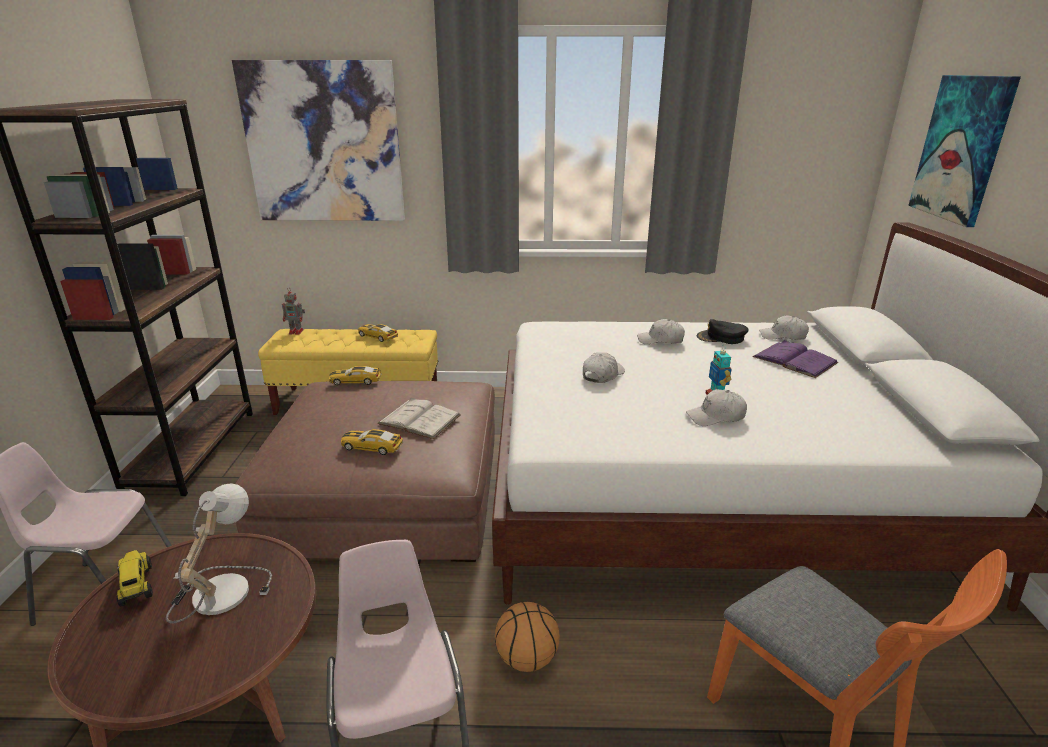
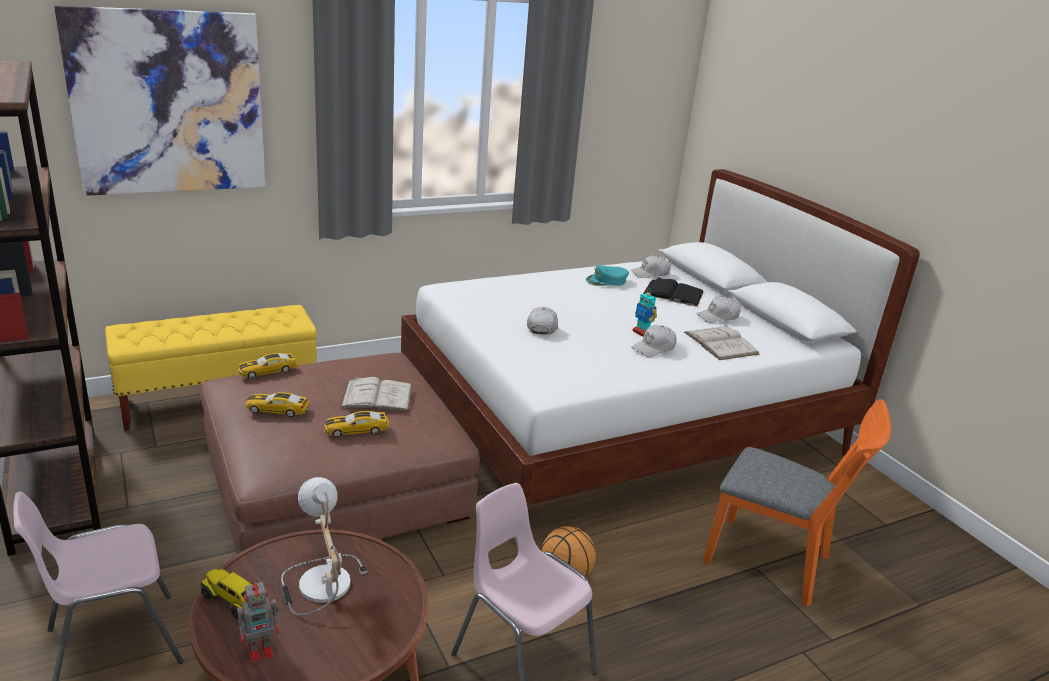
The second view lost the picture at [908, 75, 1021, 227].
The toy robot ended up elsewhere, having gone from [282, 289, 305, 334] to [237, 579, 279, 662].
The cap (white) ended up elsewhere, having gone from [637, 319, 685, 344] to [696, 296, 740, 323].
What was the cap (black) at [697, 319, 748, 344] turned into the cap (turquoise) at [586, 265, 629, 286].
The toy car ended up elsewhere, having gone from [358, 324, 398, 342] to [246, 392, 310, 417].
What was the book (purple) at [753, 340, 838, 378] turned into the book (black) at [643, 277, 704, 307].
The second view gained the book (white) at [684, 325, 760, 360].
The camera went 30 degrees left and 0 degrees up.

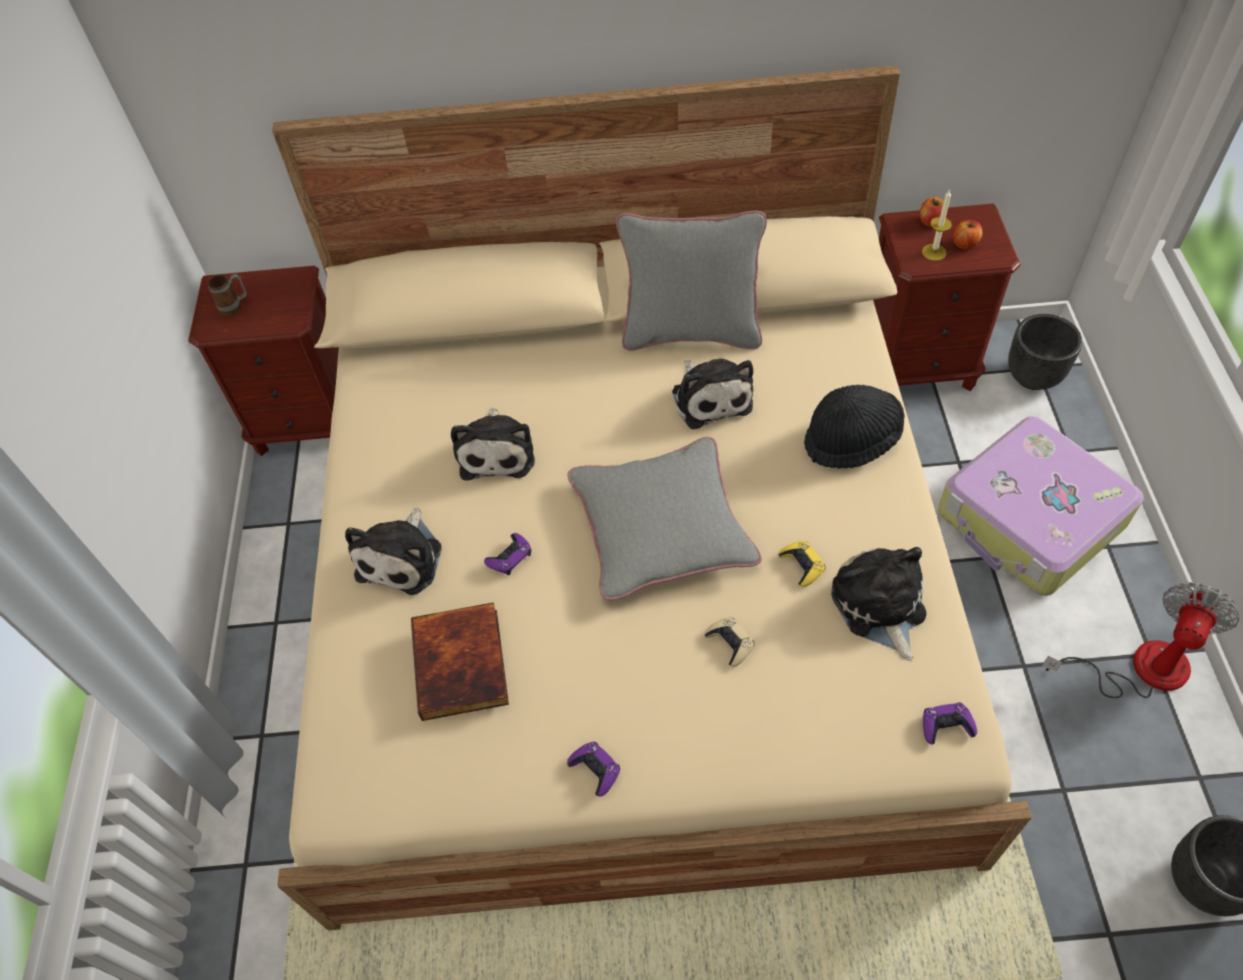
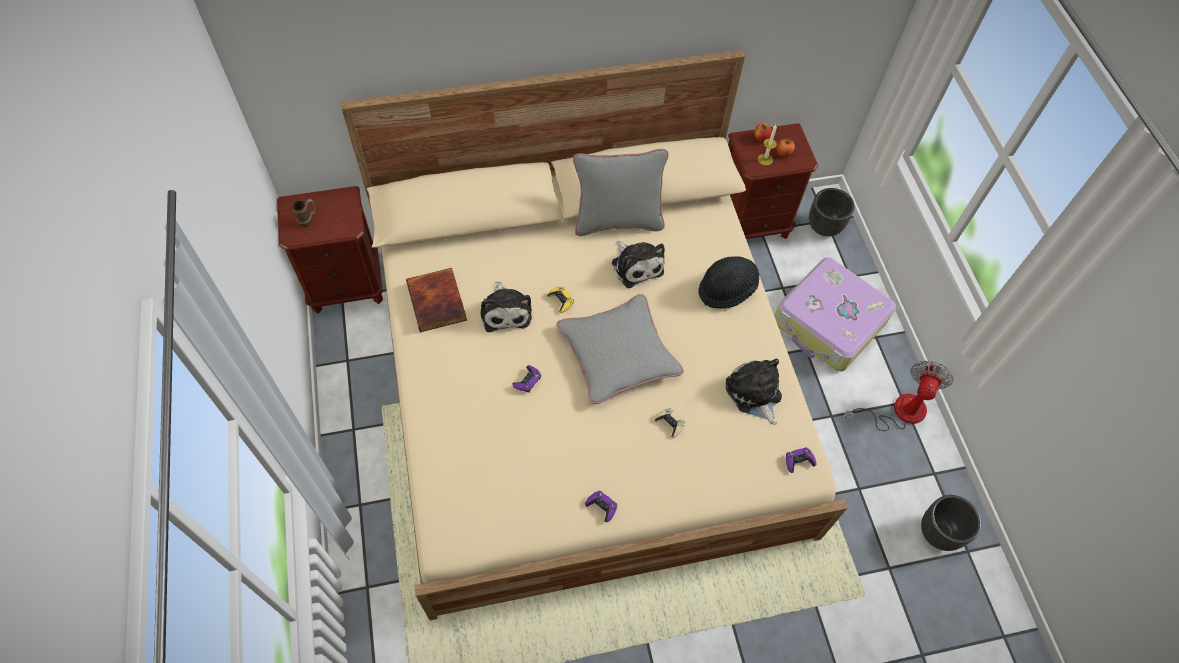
The second view lost the plush toy at [345, 507, 442, 595].
The game controller (yellow) ended up elsewhere, having gone from [779, 541, 825, 587] to [547, 286, 574, 313].
The book ended up elsewhere, having gone from [411, 602, 509, 721] to [406, 268, 467, 332].
The camera went 15 degrees left and 5 degrees up.

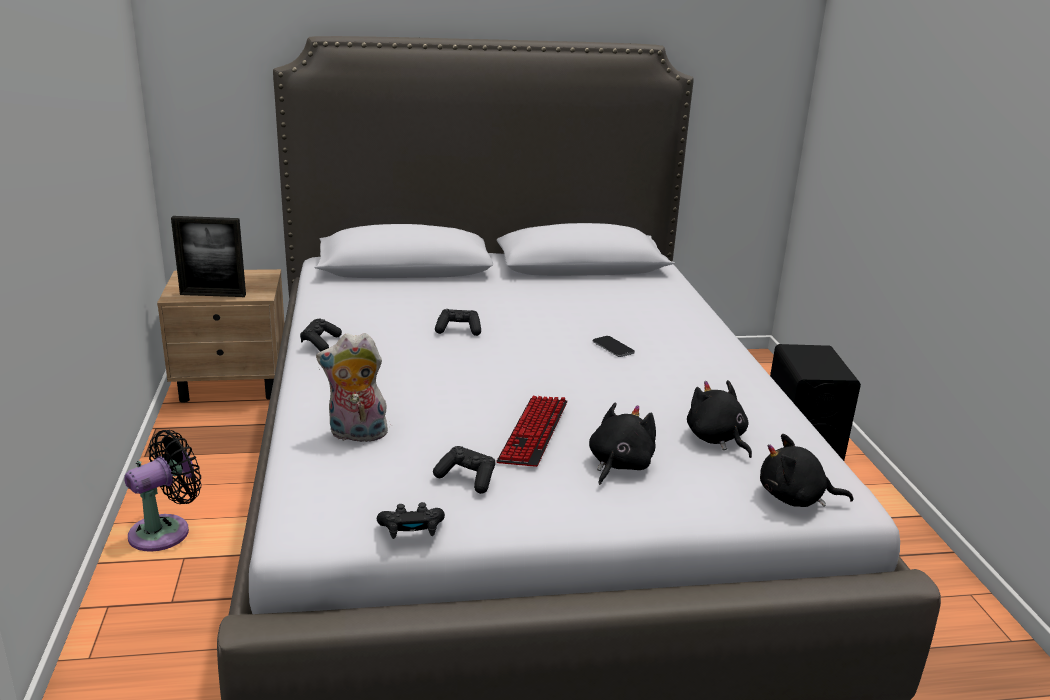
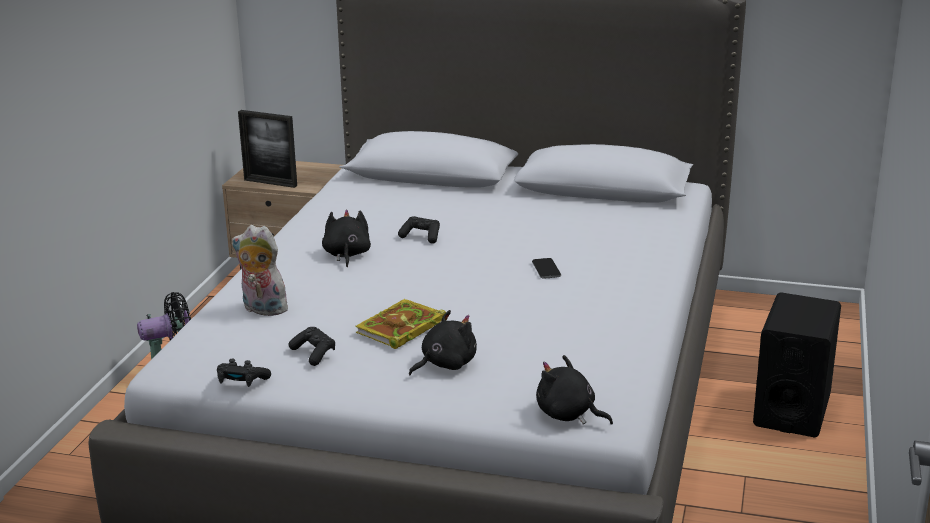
The second view lost the game controller (black) at [300, 318, 342, 352].
The plush toy (black) ended up elsewhere, having gone from [687, 380, 752, 458] to [322, 209, 371, 267].
Where the keyboard stood at [496, 396, 567, 467], the book came to stand at [356, 299, 446, 349].
The camera went 25 degrees right and 0 degrees up.

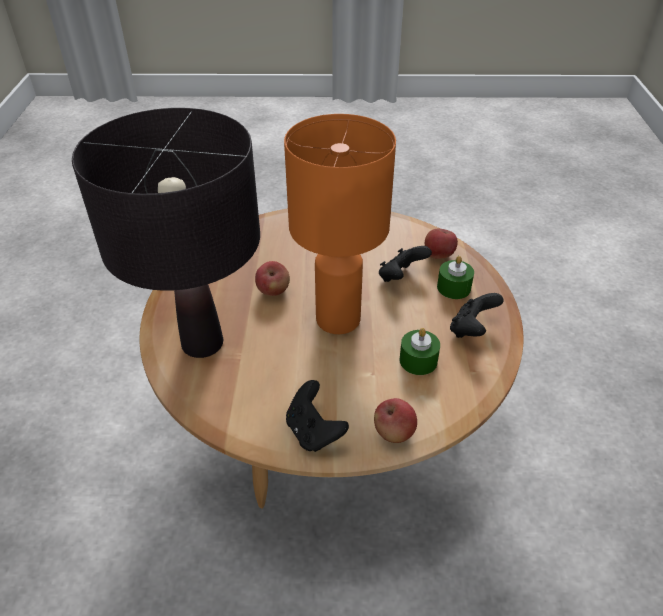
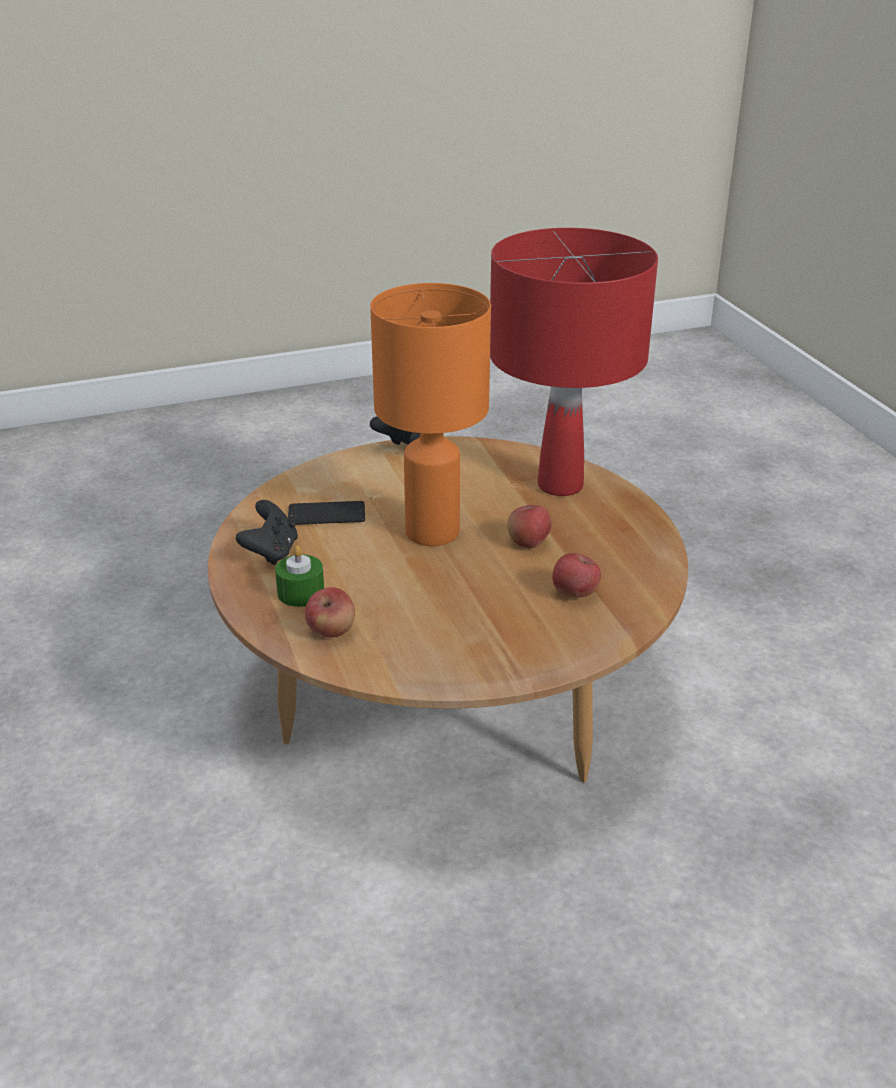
What was the table lamp (black) at [72, 108, 260, 358] turned into the table lamp (red) at [490, 228, 658, 496].
The second view lost the game controller (black) at [379, 246, 432, 282].
Where the candle (green) stood at [399, 328, 440, 375], the phone came to stand at [288, 501, 365, 525].
The apple ended up elsewhere, having gone from [374, 398, 417, 443] to [552, 553, 601, 598].
The camera went 160 degrees right and 10 degrees down.

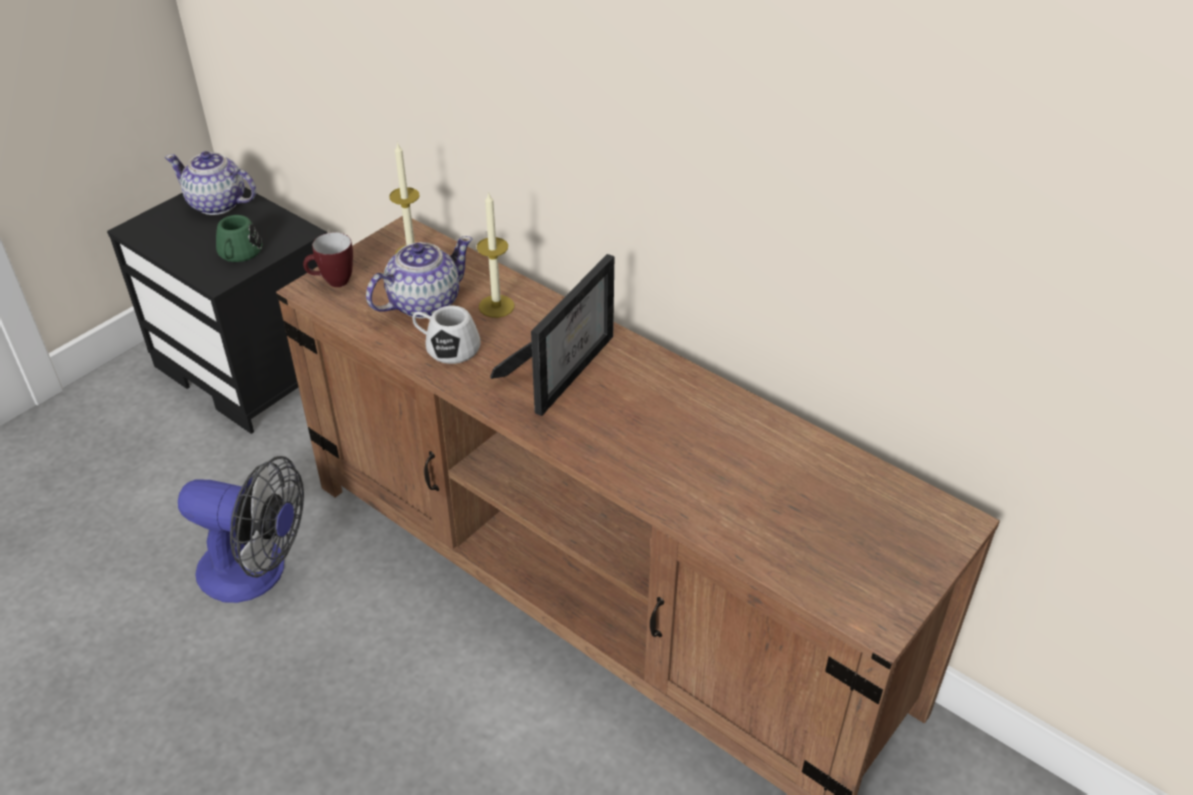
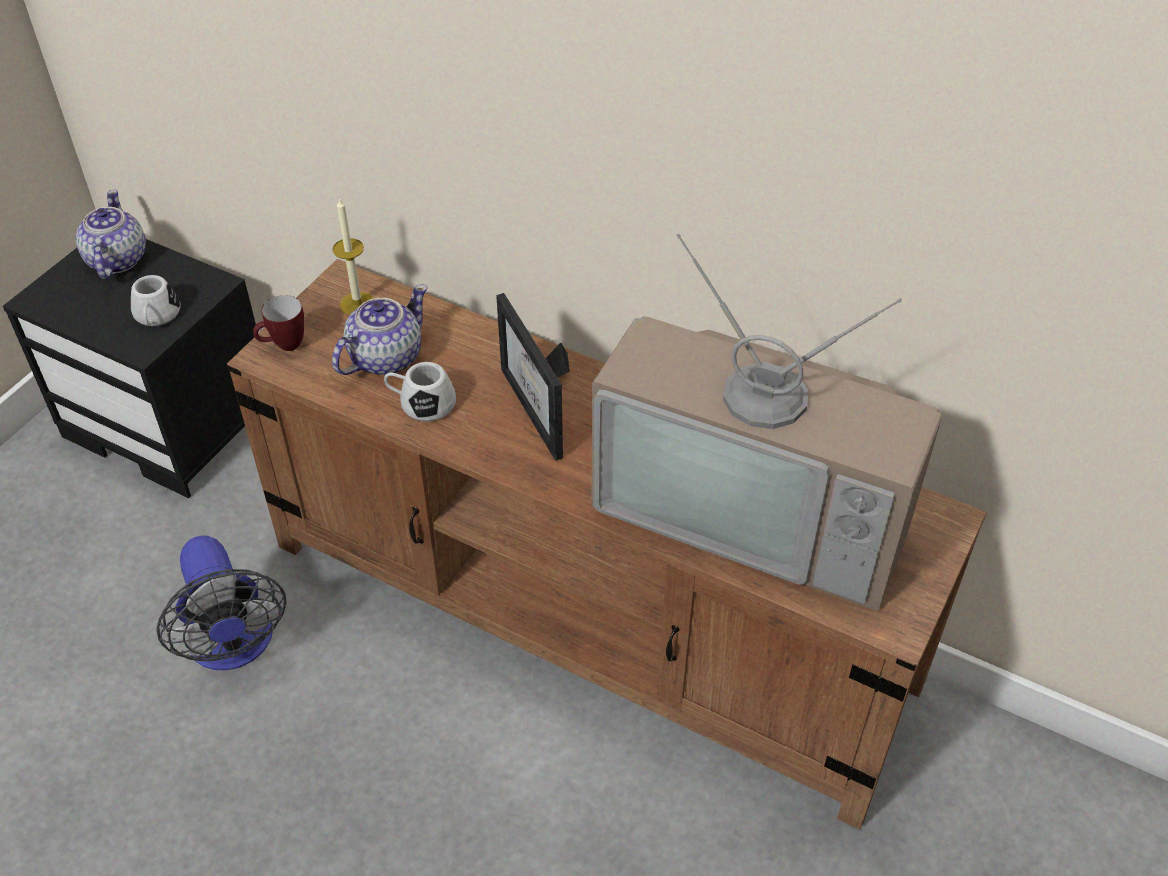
The teapot at [165, 151, 256, 215] ended up facing another way, 75 degrees clockwise from before.
The second view lost the candle at [477, 192, 515, 318].
What was the mug (green) at [216, 215, 262, 262] turned into the mug (white) at [131, 275, 181, 326].
The picture frame at [490, 254, 614, 416] ended up facing another way, 135 degrees clockwise from before.
The fan at [178, 456, 304, 603] ended up facing another way, 60 degrees clockwise from before.
The second view gained the television at [591, 233, 942, 610].
The camera went 10 degrees left and 5 degrees up.

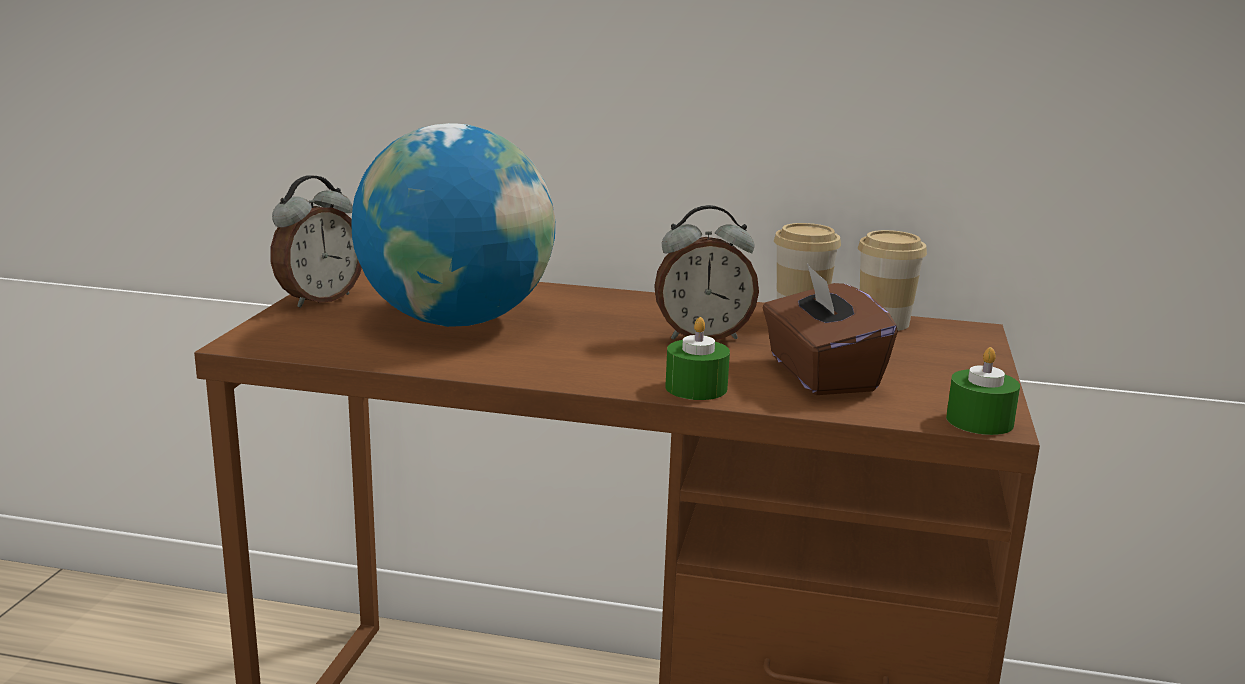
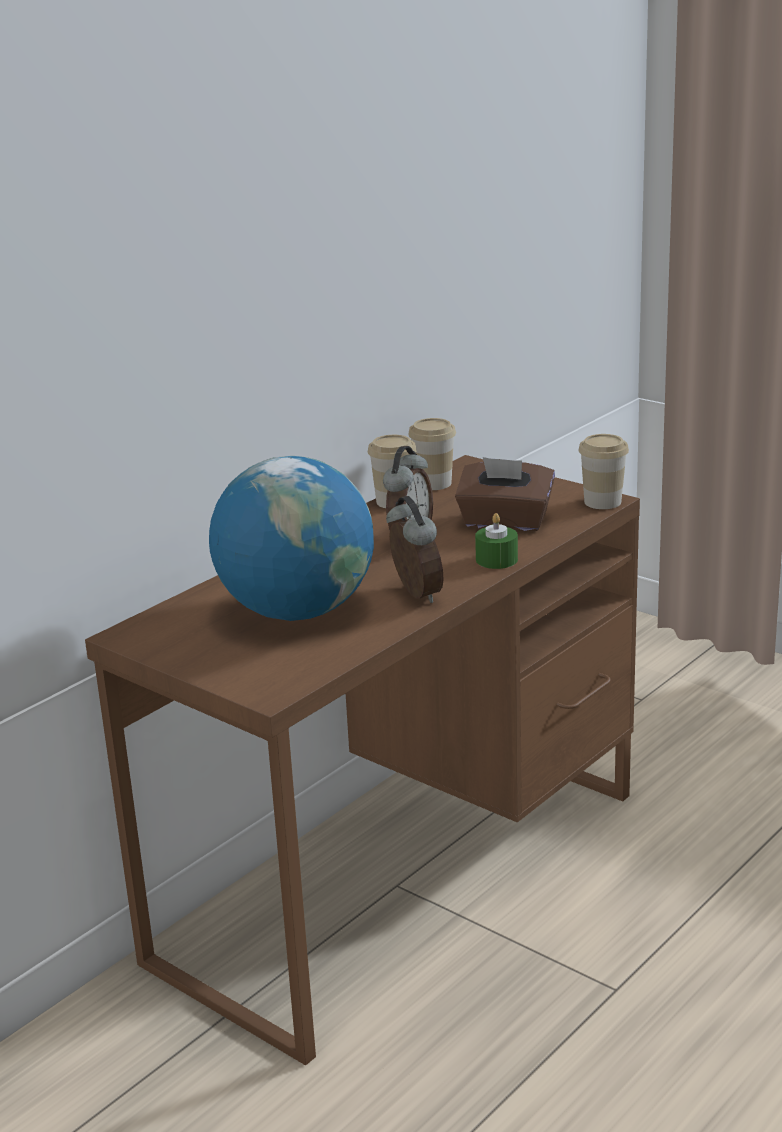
The alarm clock ended up elsewhere, having gone from [271, 175, 362, 308] to [386, 496, 444, 603].
Where the candle (green) stood at [946, 347, 1020, 435], the cup came to stand at [579, 434, 629, 509].
The camera went 60 degrees left and 5 degrees up.

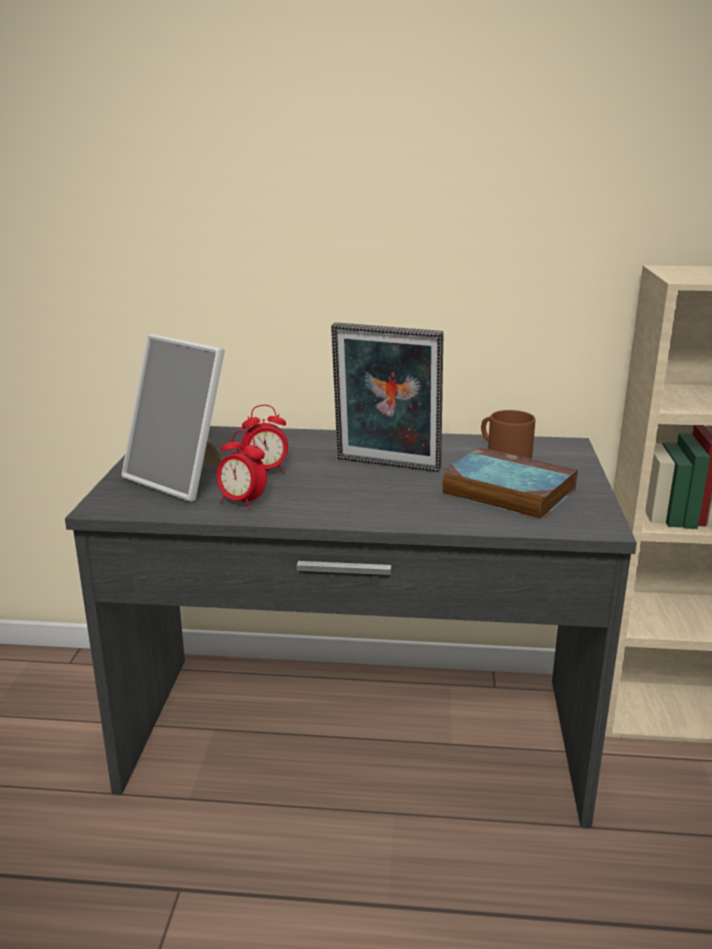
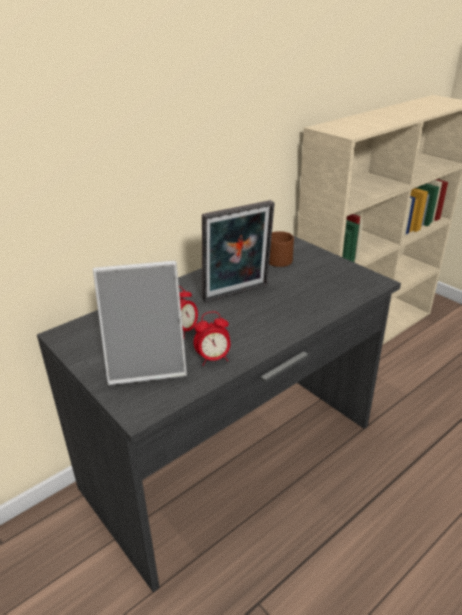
The second view lost the book at [441, 447, 578, 520].
The camera went 45 degrees left and 10 degrees up.

